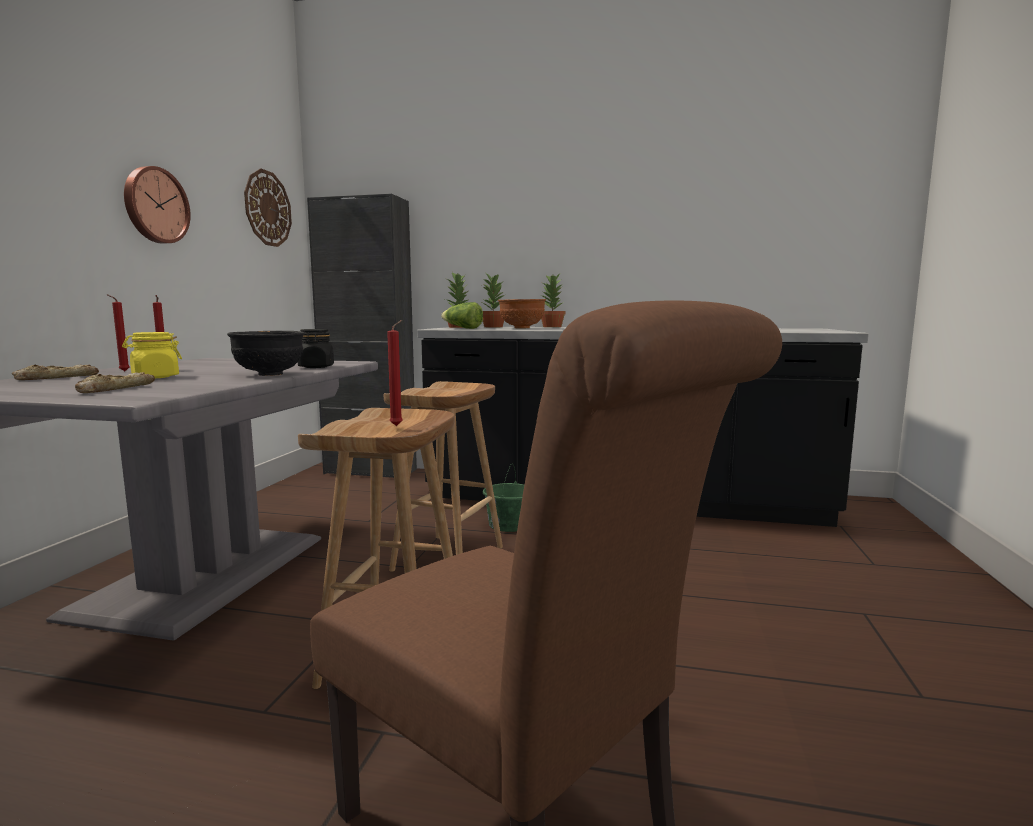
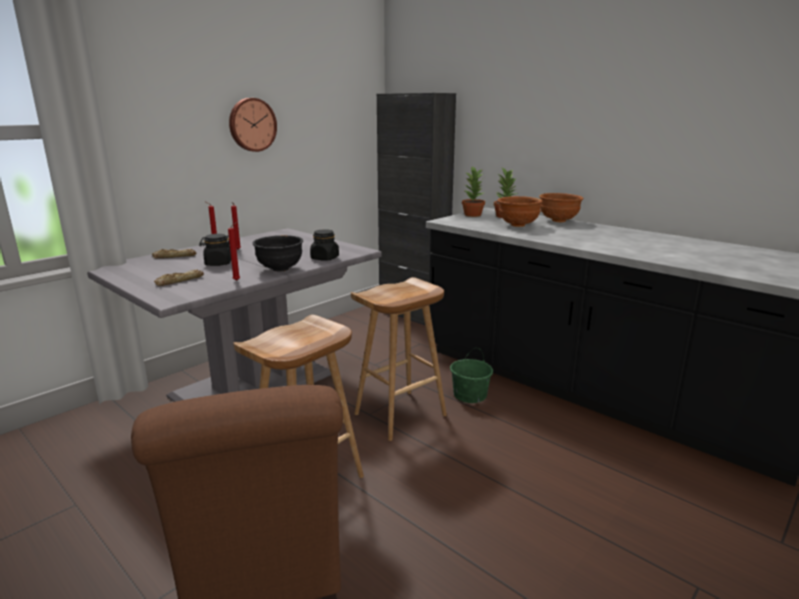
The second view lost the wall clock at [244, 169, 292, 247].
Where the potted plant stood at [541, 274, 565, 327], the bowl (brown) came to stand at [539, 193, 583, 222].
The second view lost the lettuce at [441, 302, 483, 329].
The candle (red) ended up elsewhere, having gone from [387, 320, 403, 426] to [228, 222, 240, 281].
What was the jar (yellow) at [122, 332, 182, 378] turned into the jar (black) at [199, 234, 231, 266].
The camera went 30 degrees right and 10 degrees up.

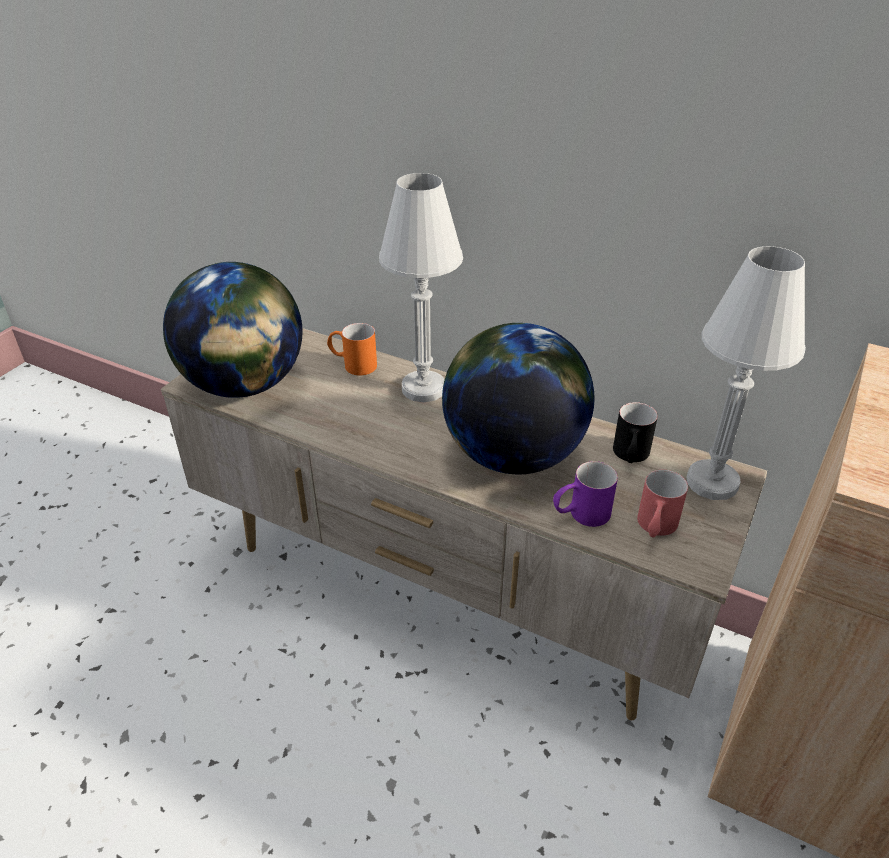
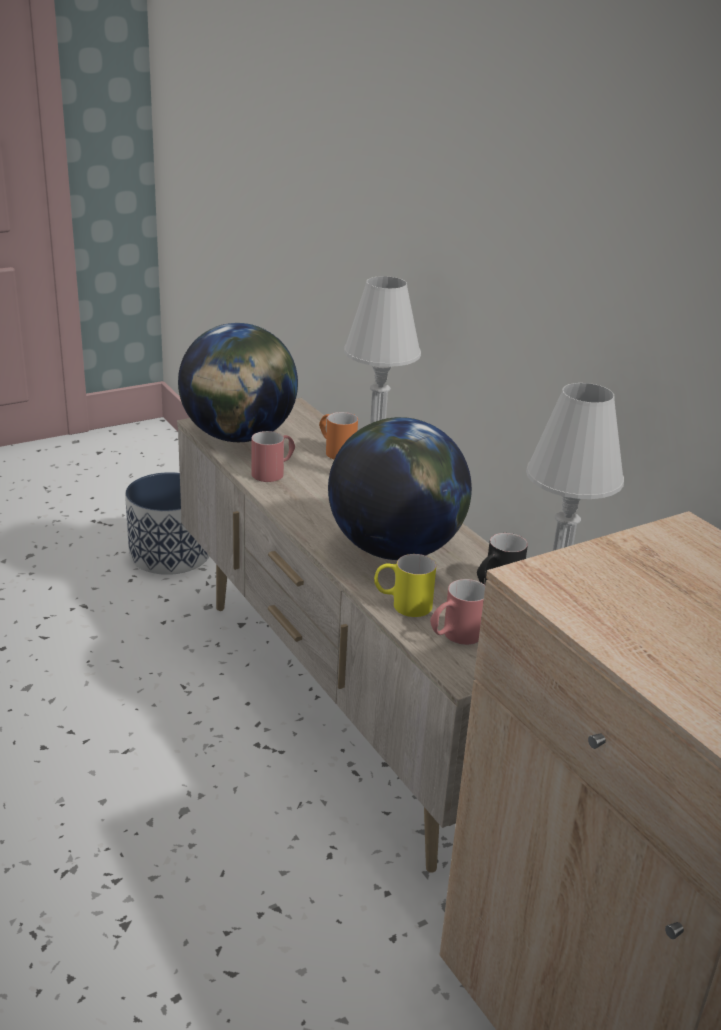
What was the mug (purple) at [553, 461, 618, 527] turned into the mug (yellow) at [374, 554, 436, 617].
The second view gained the mug (red) at [252, 431, 295, 482].
The second view gained the planter at [125, 472, 209, 575].
The camera went 30 degrees right and 10 degrees down.

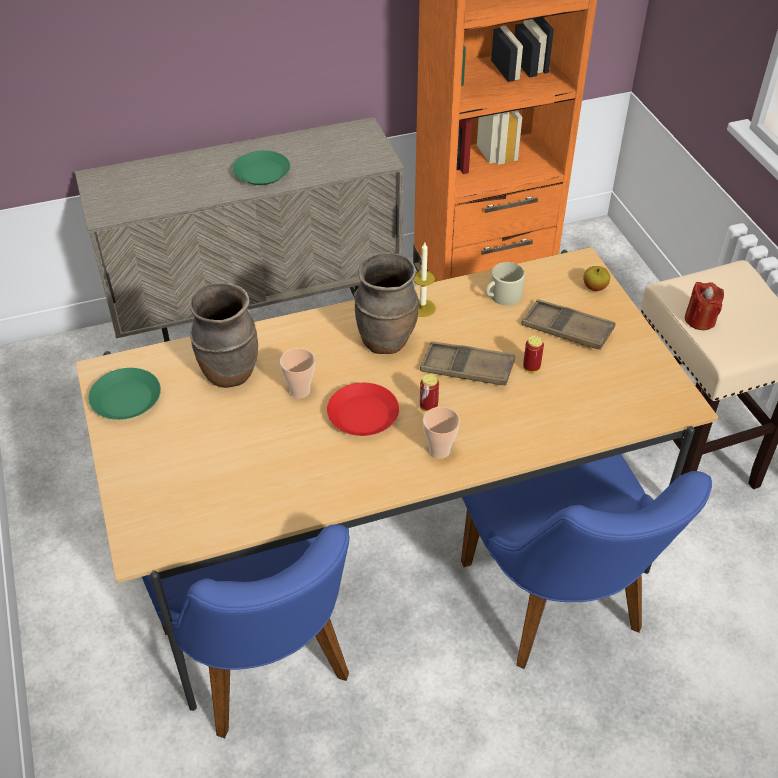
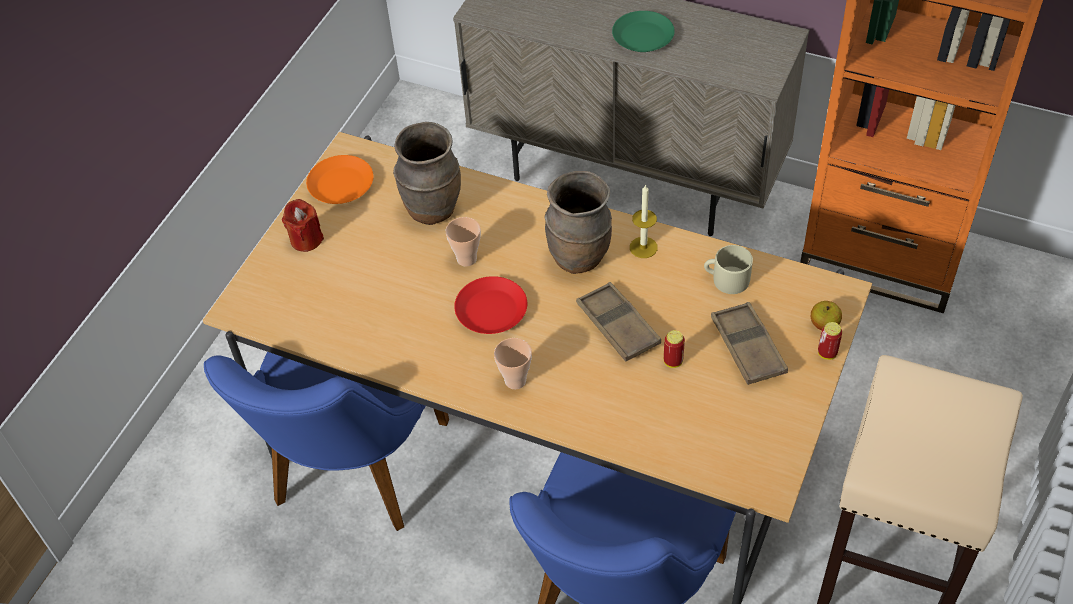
The candle (red) ended up elsewhere, having gone from [685, 282, 724, 330] to [282, 199, 324, 252].
What was the plate (green) at [88, 368, 161, 420] turned into the plate (orange) at [306, 155, 373, 204].
The can ended up elsewhere, having gone from [420, 374, 439, 412] to [818, 322, 842, 360].
The camera went 45 degrees right and 5 degrees up.

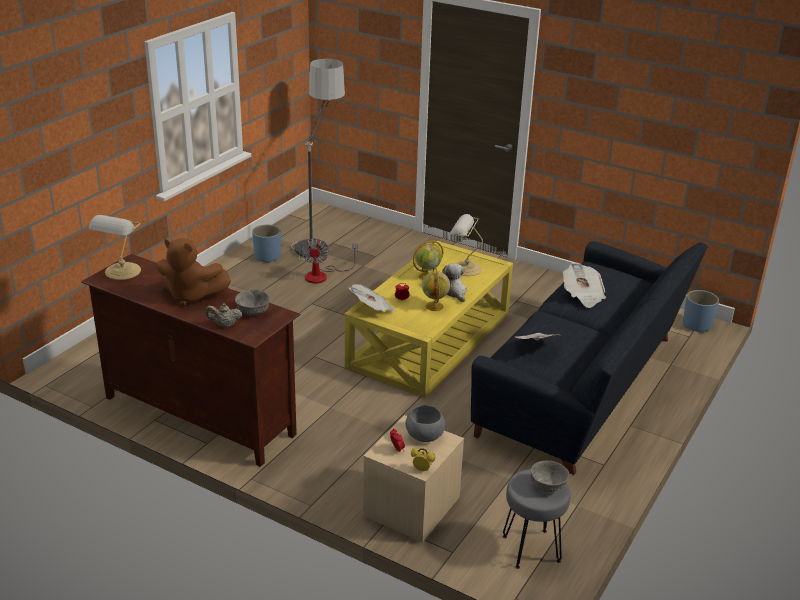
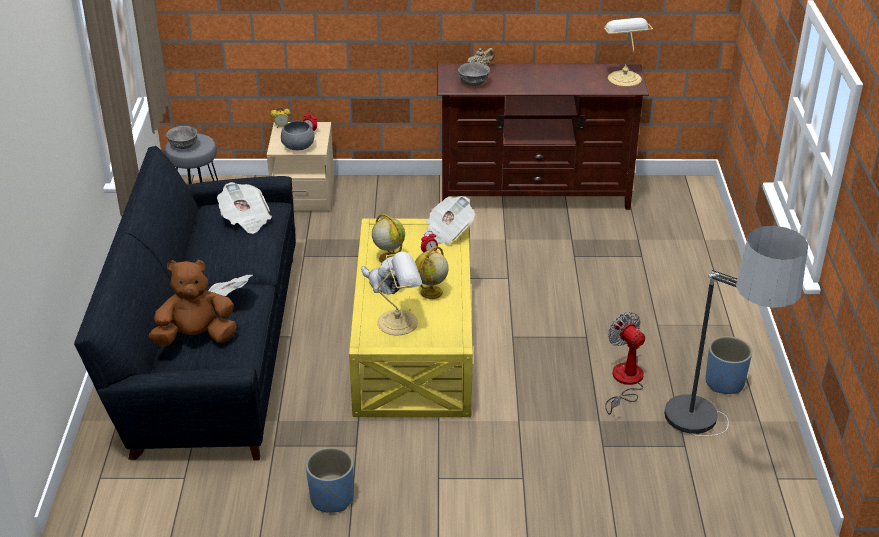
The plush toy (brown) ended up elsewhere, having gone from [156, 238, 231, 306] to [149, 260, 237, 346].
The planter (blue) ended up elsewhere, having gone from [683, 290, 719, 333] to [306, 447, 354, 513].
The camera went 150 degrees right and 5 degrees up.

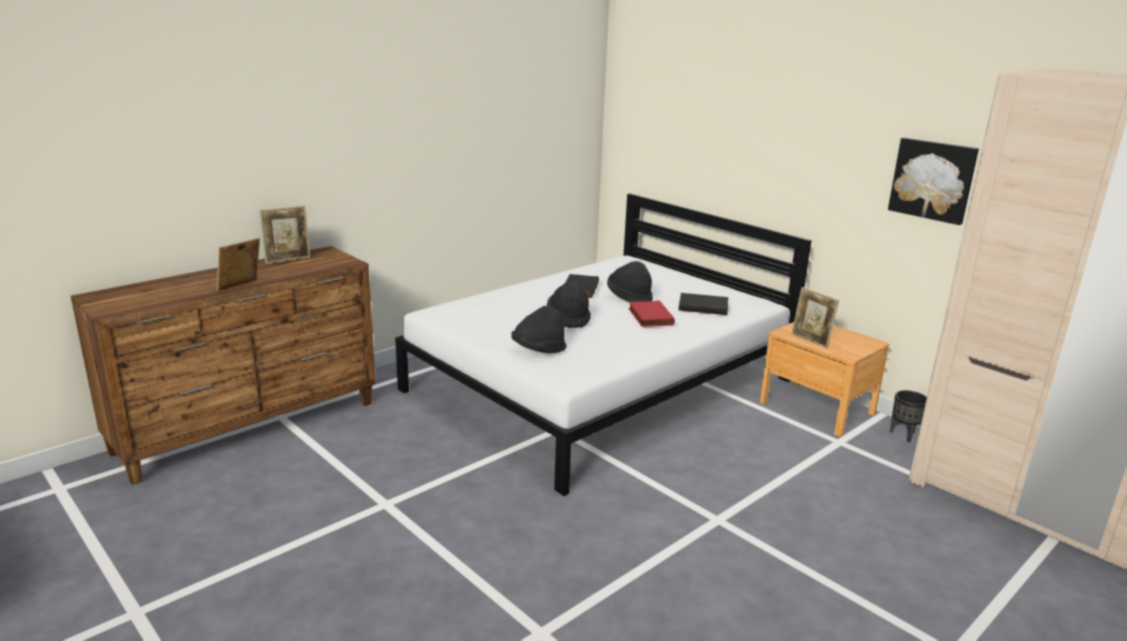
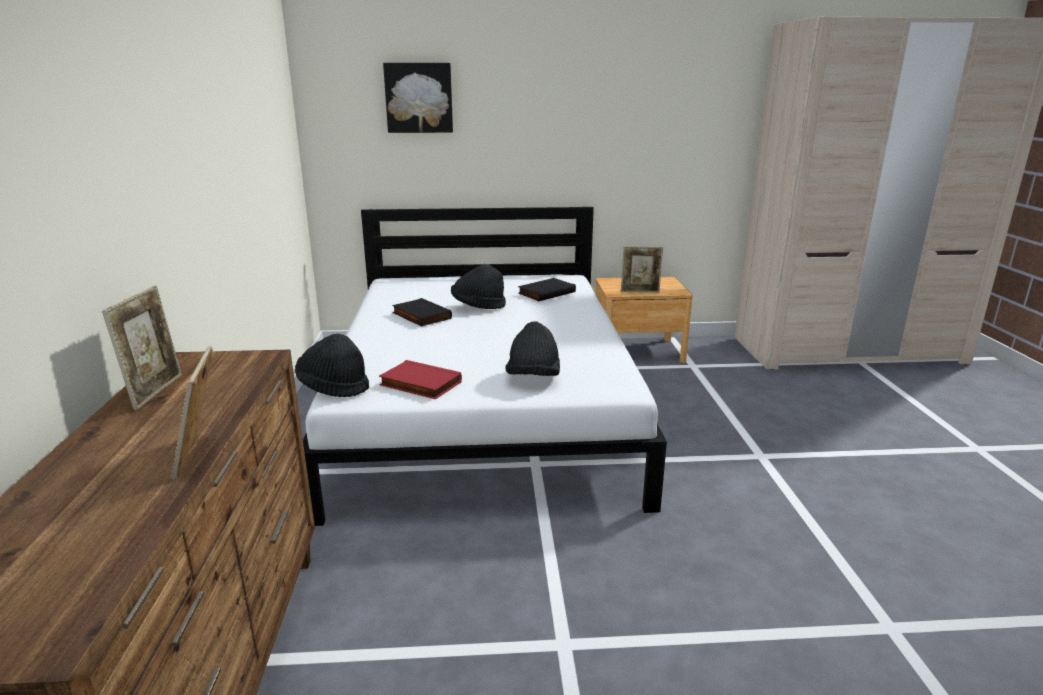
The picture ended up elsewhere, having gone from [888, 137, 979, 225] to [383, 63, 453, 133].
The hat (black) ended up elsewhere, having gone from [547, 281, 591, 328] to [295, 334, 369, 397].
The book (red) ended up elsewhere, having gone from [628, 300, 675, 327] to [379, 360, 462, 399].
The second view lost the planter (black) at [890, 390, 927, 442].
The camera went 50 degrees left and 0 degrees up.

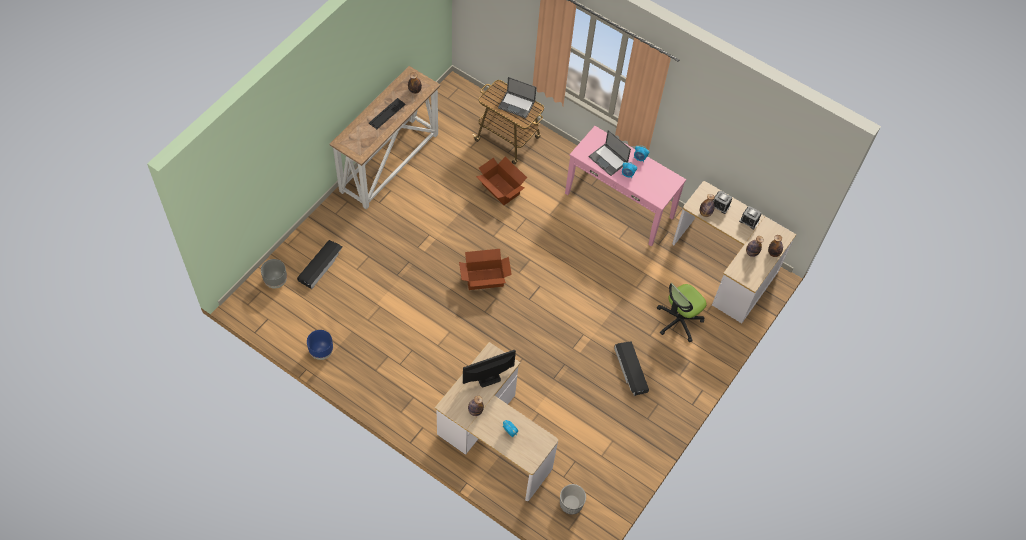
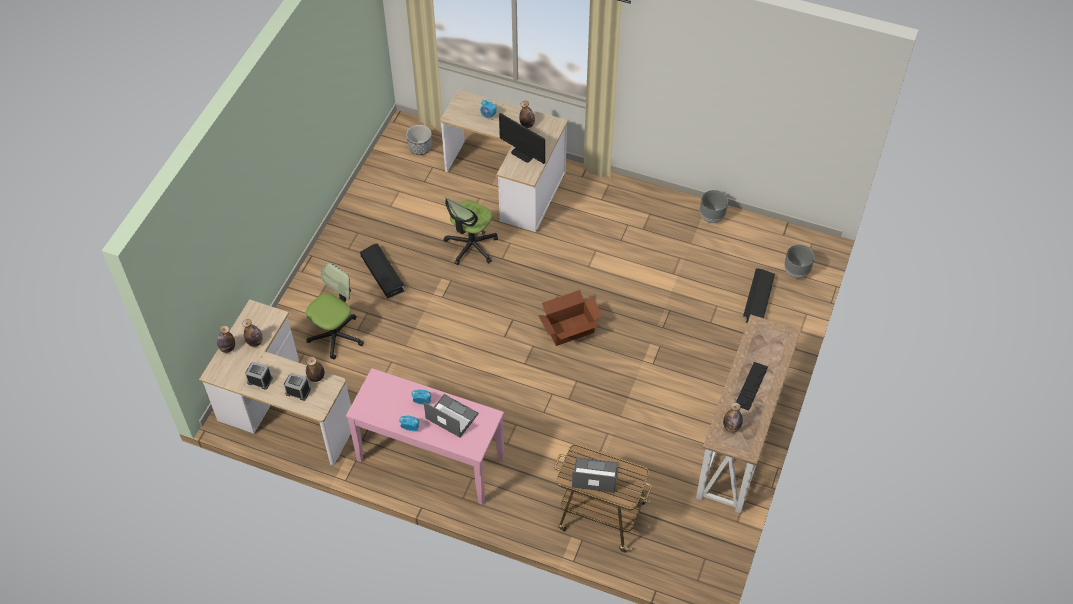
The second view lost the cardboard box at [476, 157, 527, 205].
What was the planter (blue) at [307, 330, 333, 360] turned into the planter (grey) at [700, 190, 728, 223].
The monitor at [463, 350, 516, 387] ended up facing another way, 75 degrees clockwise from before.
The second view gained the office chair at [444, 198, 498, 265].
The camera went 170 degrees right and 5 degrees down.

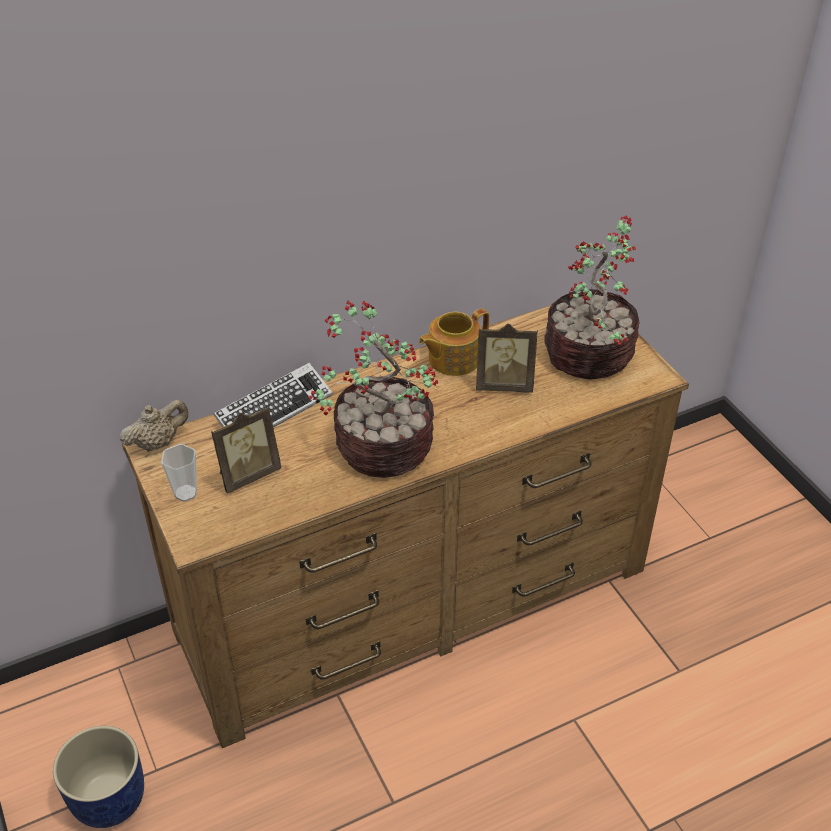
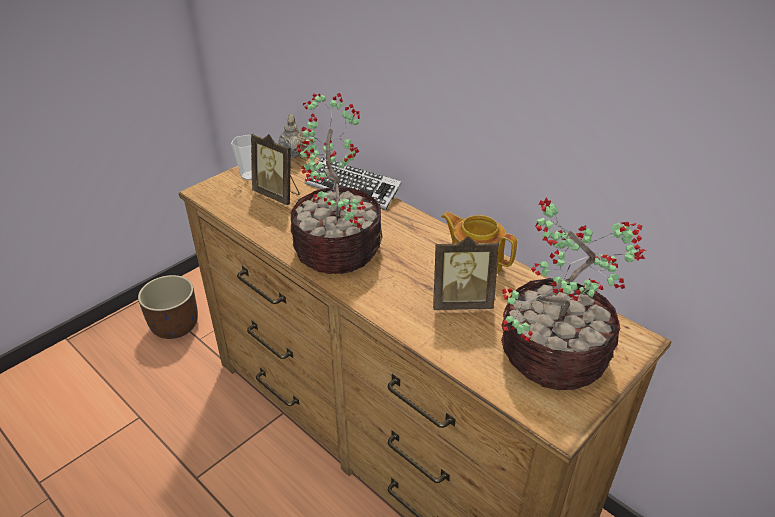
The picture frame at [476, 323, 538, 393] ended up facing another way, 75 degrees counterclockwise from before.
The teapot (beige) at [120, 399, 189, 452] ended up facing another way, 135 degrees counterclockwise from before.
What was the planter (blue) at [53, 726, 144, 828] turned into the planter (brown) at [138, 275, 198, 339].
The camera went 70 degrees right and 5 degrees down.

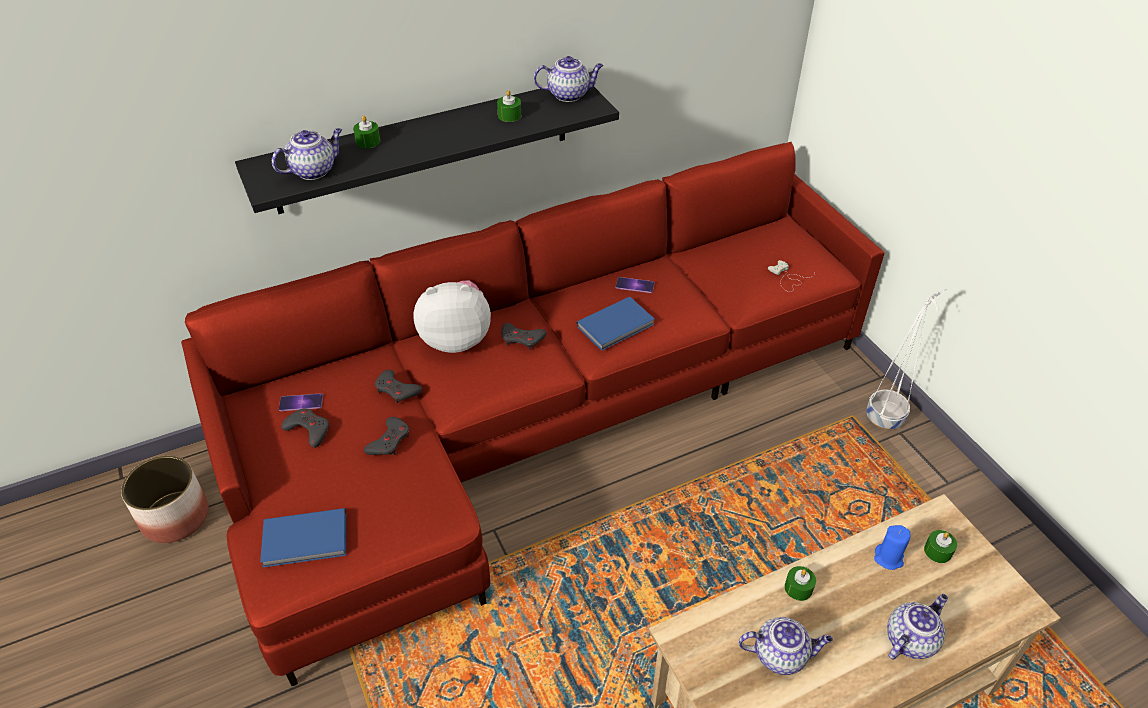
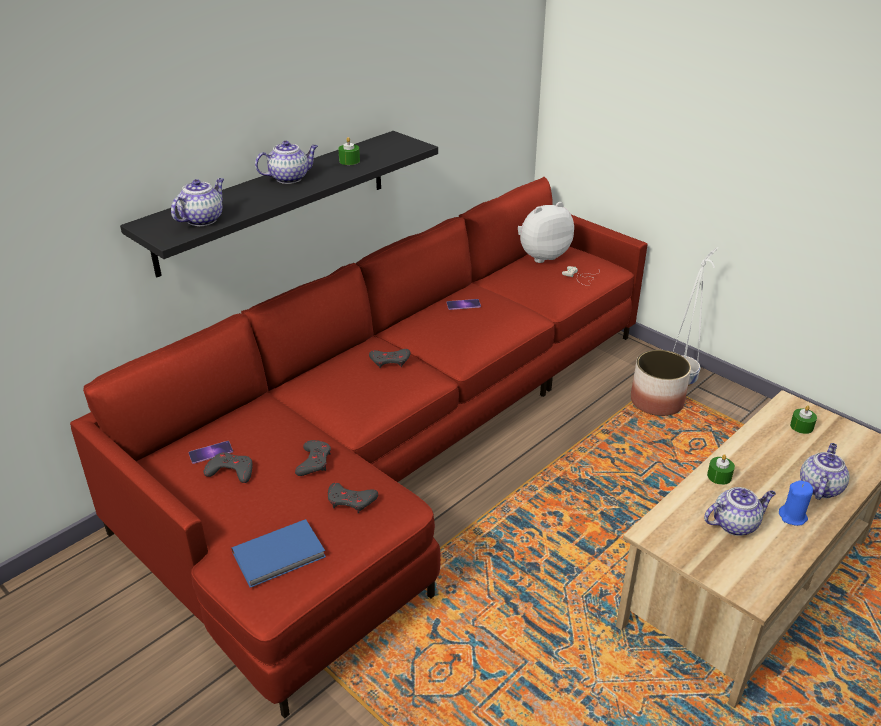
The teapot ended up elsewhere, having gone from [534, 56, 604, 102] to [255, 141, 318, 184].
The second view lost the candle (green) at [353, 115, 381, 148].
The plush toy ended up elsewhere, having gone from [413, 280, 491, 353] to [518, 202, 574, 263].
The second view lost the book (blue) at [576, 297, 655, 351].
The game controller (grey) ended up elsewhere, having gone from [375, 369, 422, 403] to [328, 483, 378, 513].
The planter ended up elsewhere, having gone from [121, 456, 209, 543] to [631, 350, 691, 416].
The candle (blue) ended up elsewhere, having gone from [874, 525, 911, 570] to [779, 481, 813, 526].
The camera went 20 degrees left and 10 degrees down.

